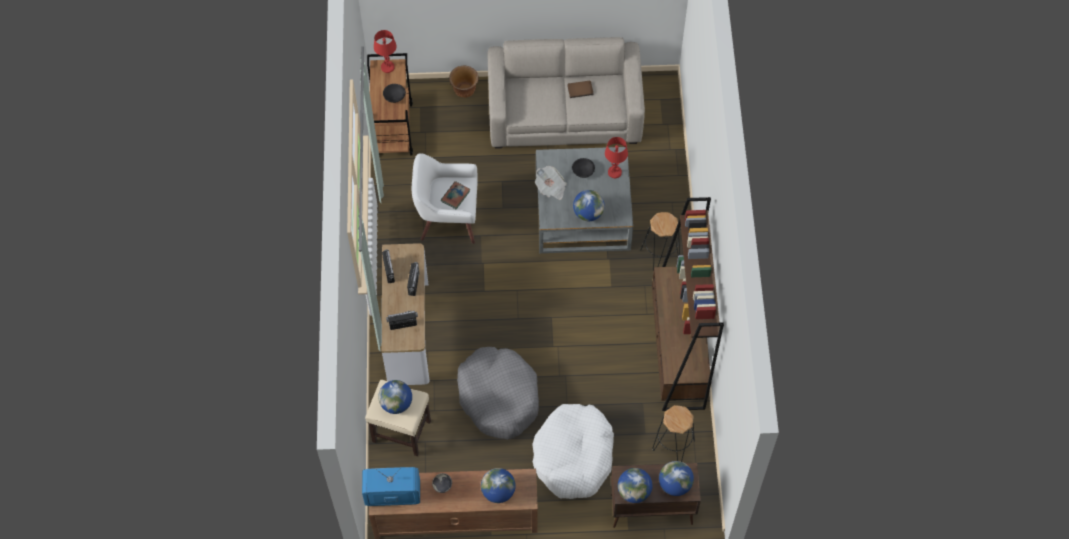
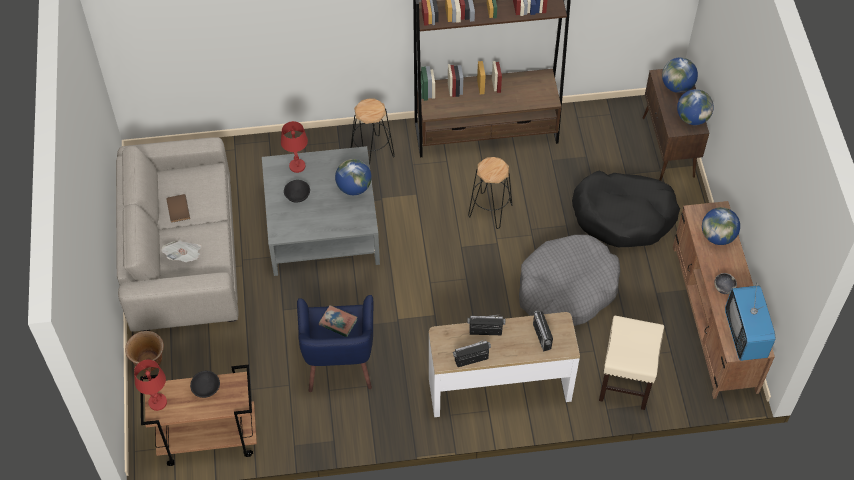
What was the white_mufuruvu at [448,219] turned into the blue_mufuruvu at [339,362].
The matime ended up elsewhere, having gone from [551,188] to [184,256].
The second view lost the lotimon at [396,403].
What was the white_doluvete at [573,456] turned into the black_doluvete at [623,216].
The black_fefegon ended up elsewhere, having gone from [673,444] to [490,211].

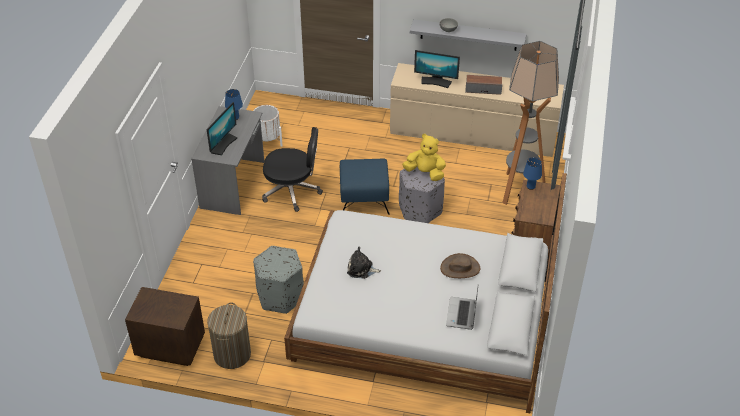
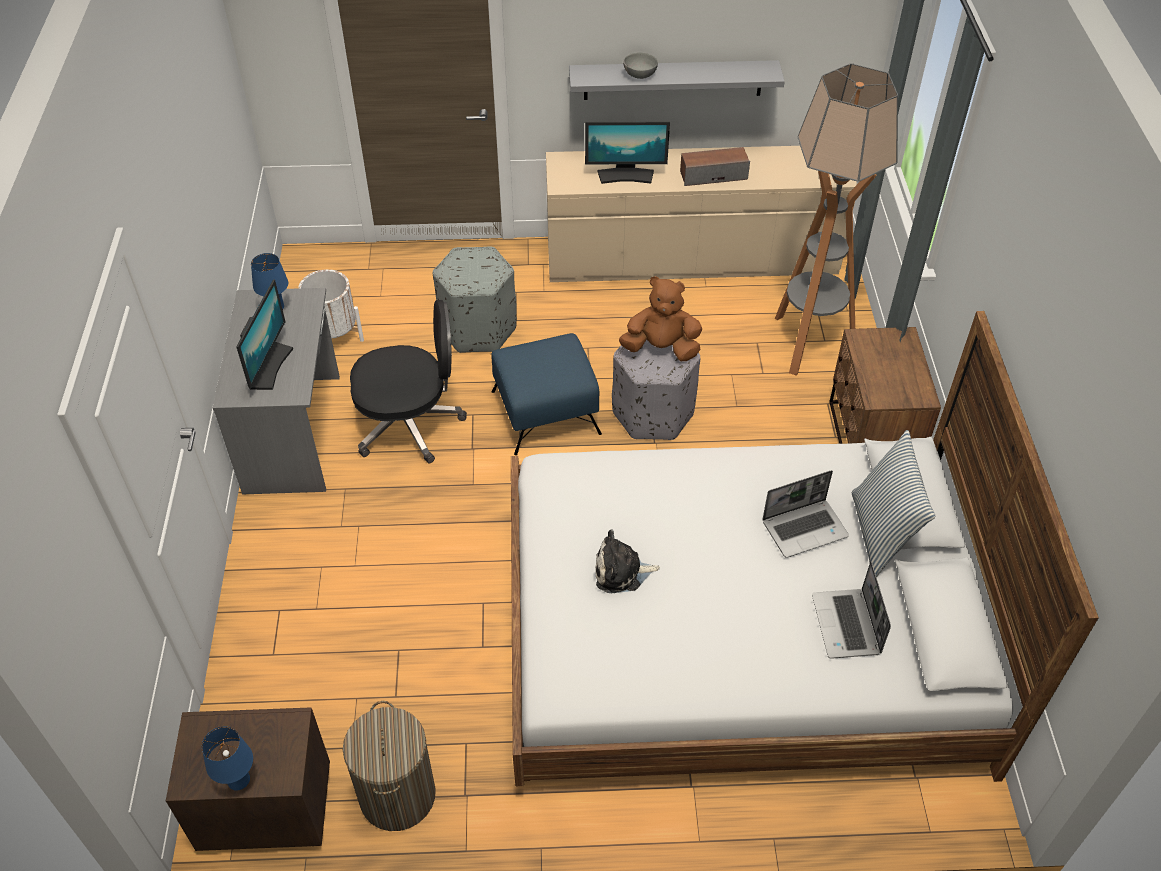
What was the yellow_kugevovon at [425,173] turned into the brown_kugevovon at [661,348].
The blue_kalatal ended up elsewhere, having gone from [530,187] to [239,782].
The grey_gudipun ended up elsewhere, having gone from [280,296] to [478,329].
Where the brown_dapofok stood at [460,268], the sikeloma came to stand at [805,528].
The second view gained the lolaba at [881,534].

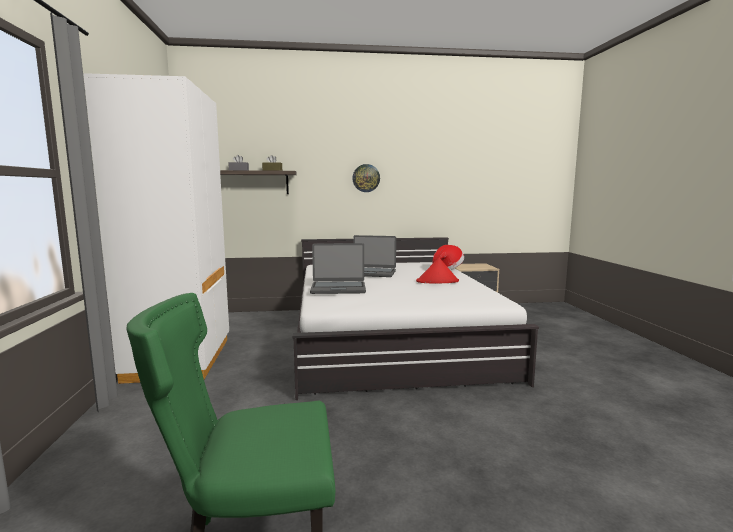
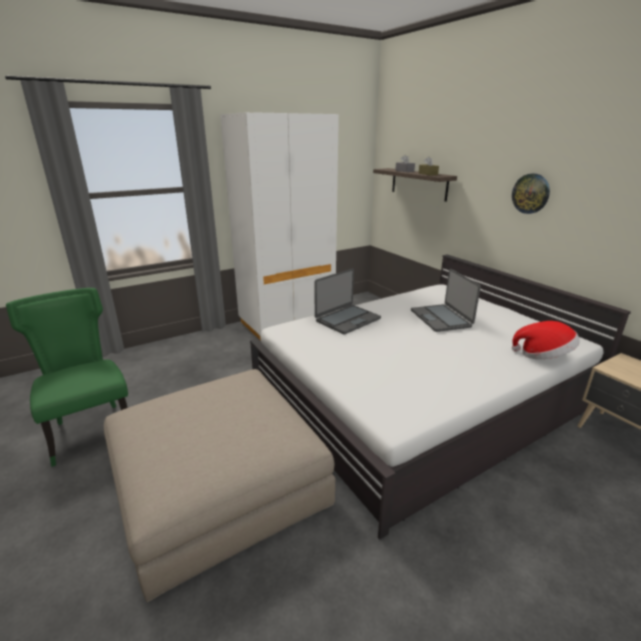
The sikeloma at [338,288] ended up facing another way, 105 degrees counterclockwise from before.
The second view lost the red_dapofok at [437,281].
The second view gained the beige_gudipun at [218,481].

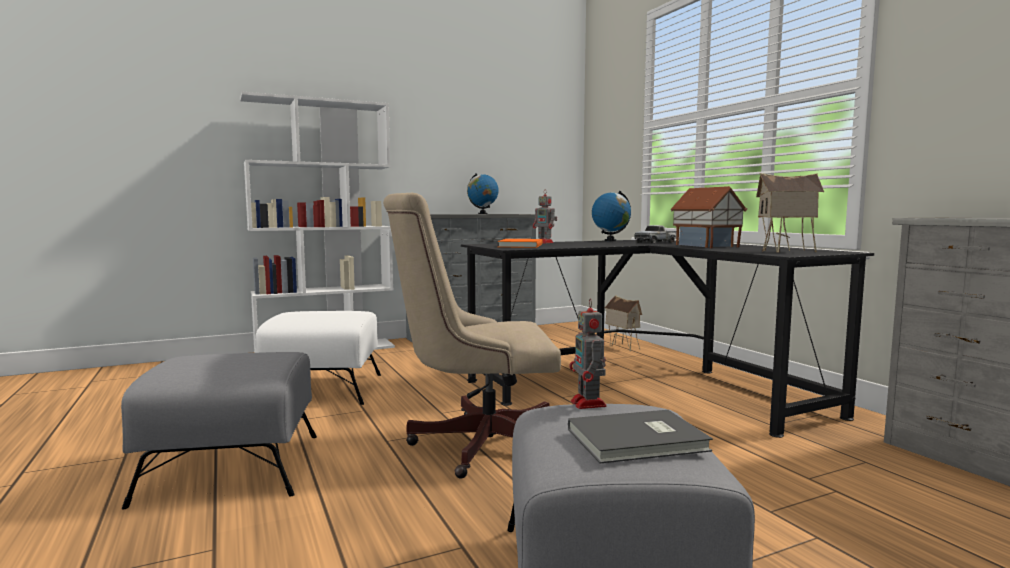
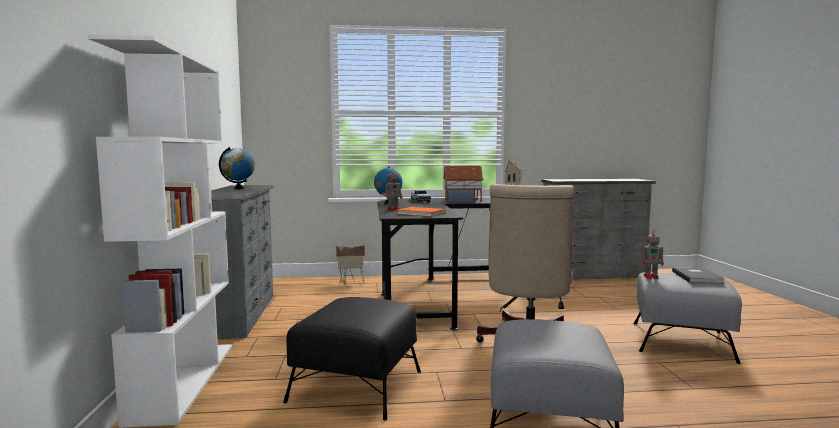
What was the white_gudipun at [323,389] turned into the black_gudipun at [357,385].

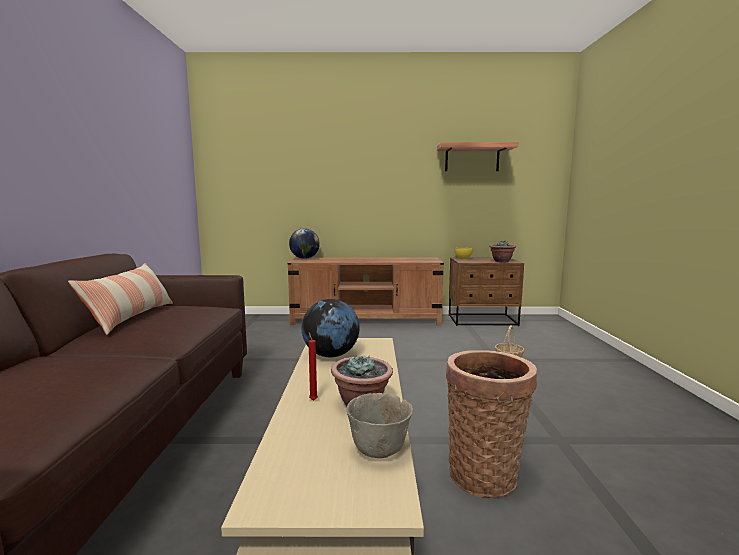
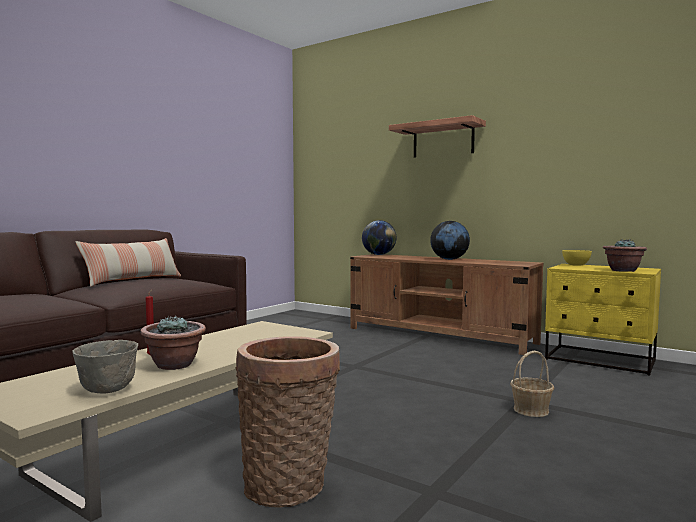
The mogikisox ended up elsewhere, having gone from [472,158] to [443,140].
What was the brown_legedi at [483,320] turned into the yellow_legedi at [600,360].
The lotimon ended up elsewhere, having gone from [331,355] to [449,259].

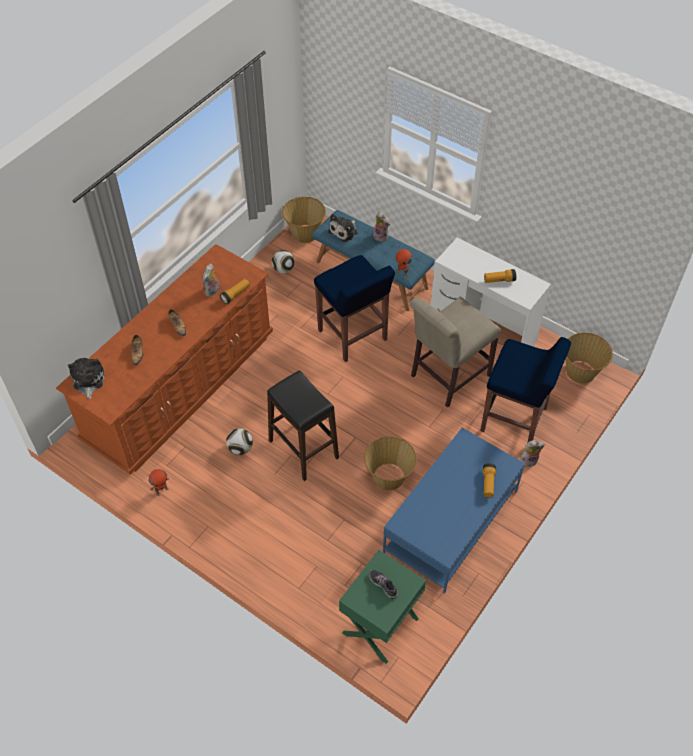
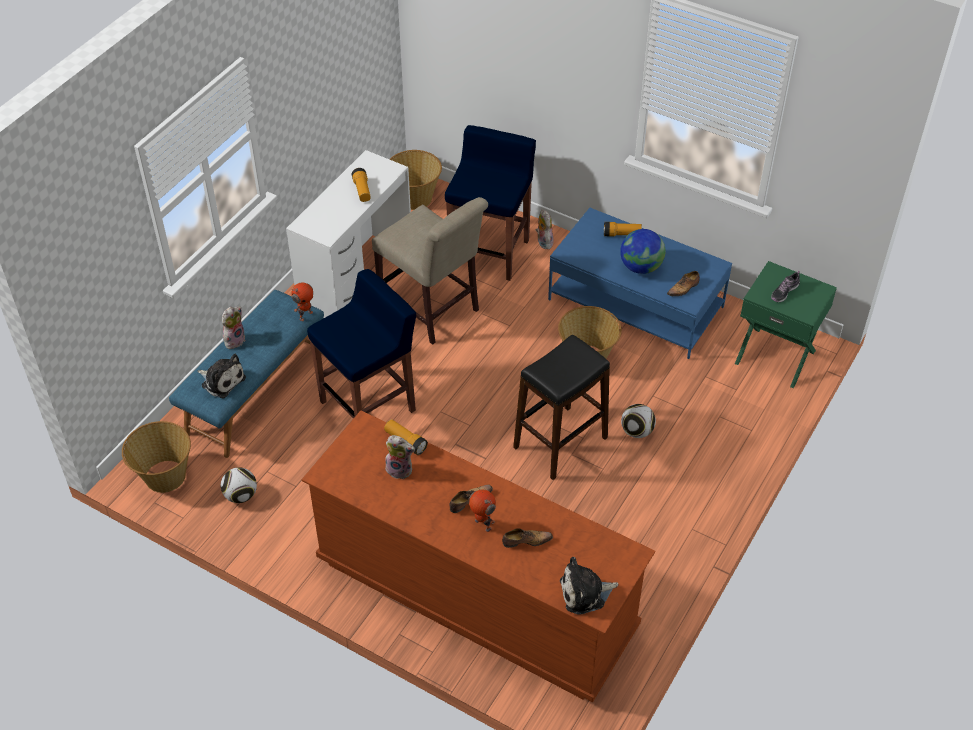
The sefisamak ended up elsewhere, having gone from [240,448] to [637,431].
The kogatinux ended up elsewhere, having gone from [161,490] to [482,525].
The second view gained the lotimon at [641,267].
The second view gained the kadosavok at [683,288].

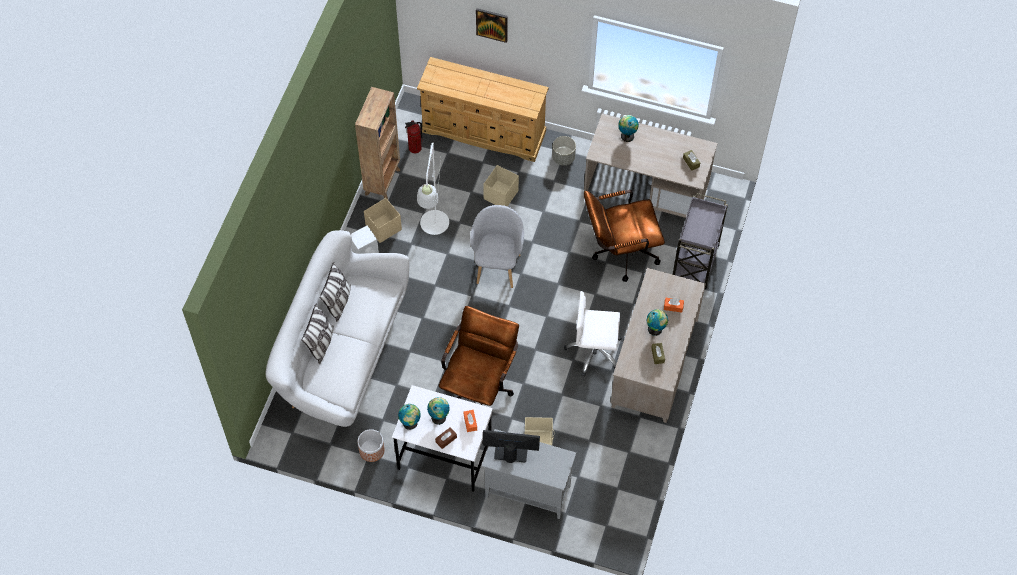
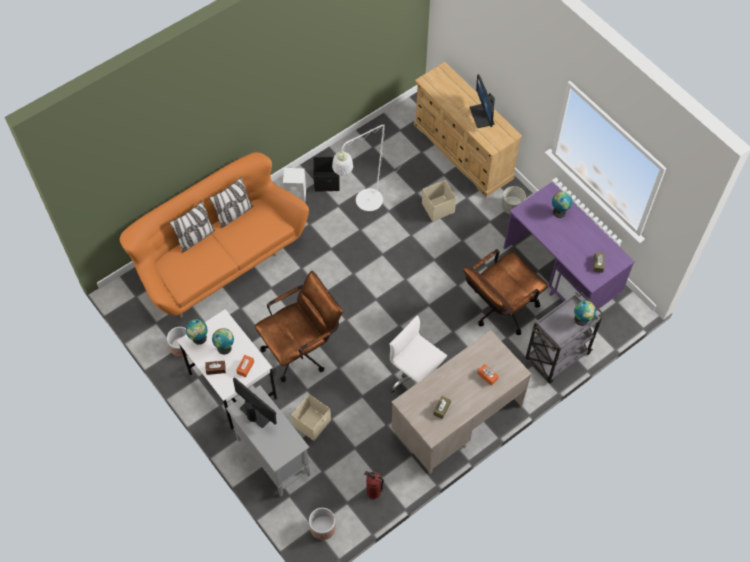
The second view lost the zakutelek at [492,24].
The second view lost the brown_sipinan at [383,181].
What was the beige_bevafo at [647,190] turned into the purple_bevafo at [561,273].
The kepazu ended up elsewhere, having gone from [415,148] to [373,492].
The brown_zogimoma at [619,253] ended up facing another way, 60 degrees counterclockwise from before.
What was the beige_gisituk at [384,228] turned into the black_gisituk at [327,182].
The second view lost the grey_mufuruvu at [497,267].
What was the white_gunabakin at [342,353] turned into the orange_gunabakin at [220,259].
The lotimon ended up elsewhere, having gone from [656,329] to [582,320].
The second view gained the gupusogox at [482,115].
The second view gained the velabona at [322,527].

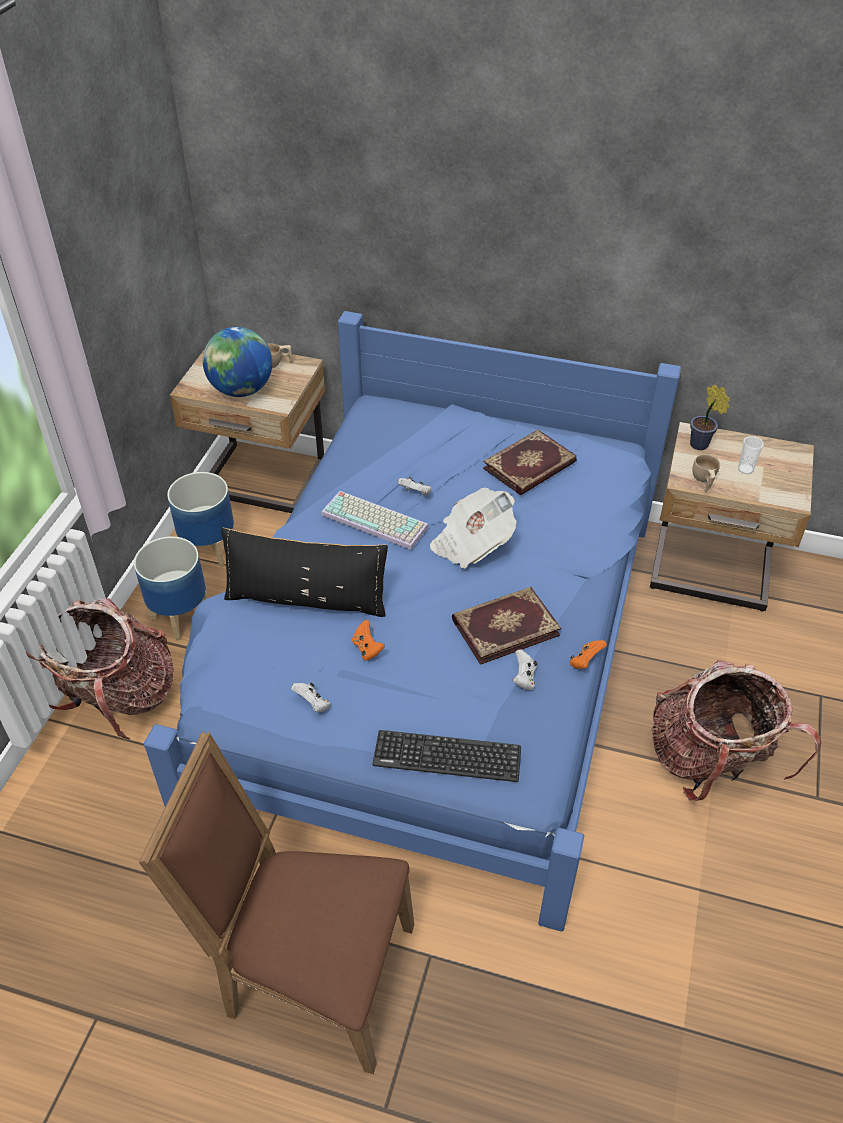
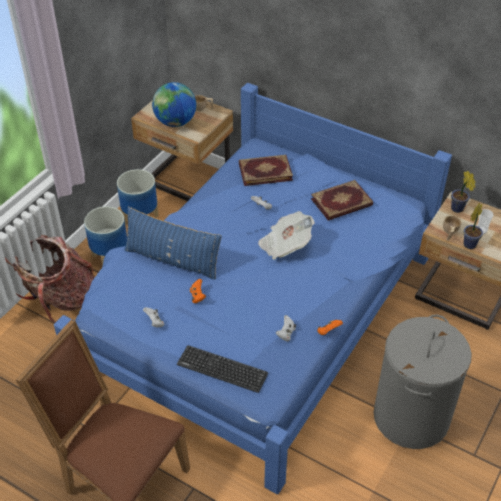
The second view lost the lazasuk at [376,520].
What was the black_lolaba at [306,599] turned into the blue_lolaba at [172,260].
The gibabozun ended up elsewhere, having gone from [504,626] to [265,171].
Where the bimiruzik stood at [710,762], the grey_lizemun came to stand at [411,417].
The second view gained the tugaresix at [470,243].

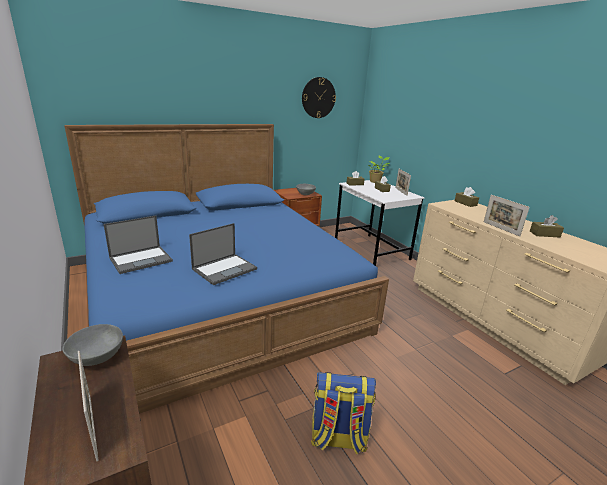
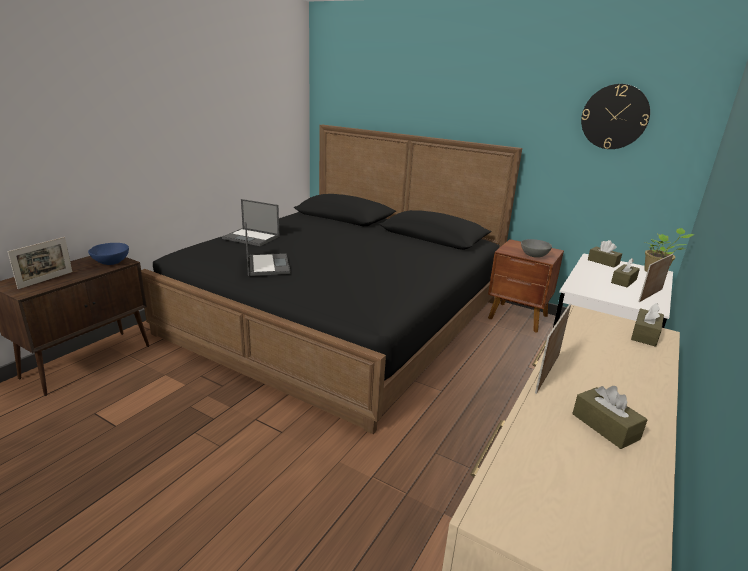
What was the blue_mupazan at [218,295] turned into the black_mupazan at [340,316].
The sikeloma at [225,269] ended up facing another way, 120 degrees counterclockwise from before.
What was the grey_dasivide at [97,357] turned into the blue_dasivide at [111,262].
The second view lost the bimiruzik at [338,438].

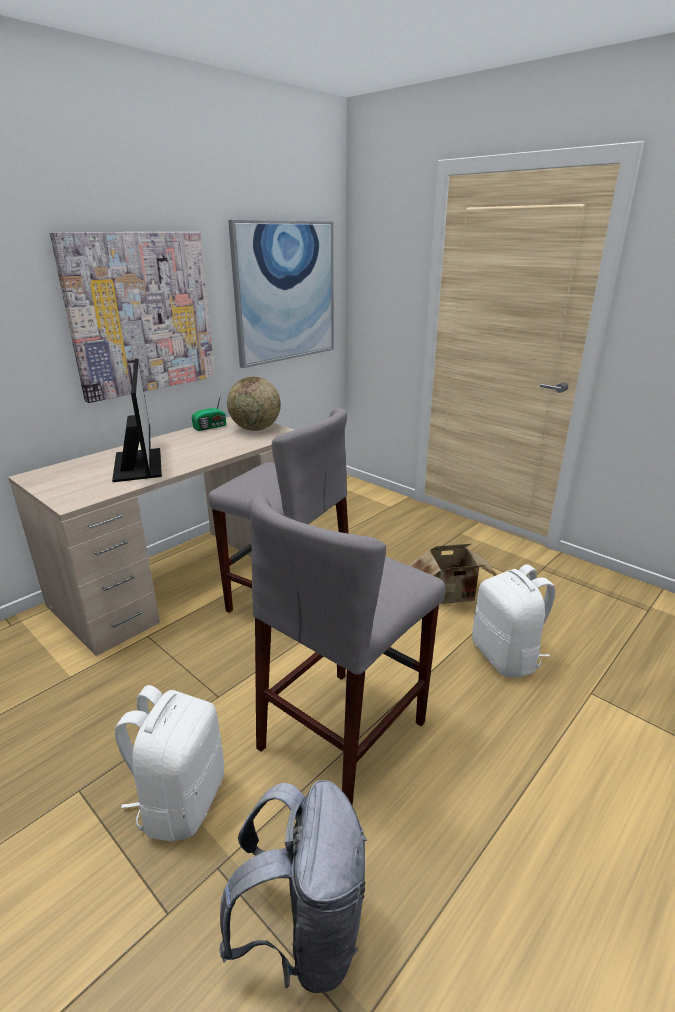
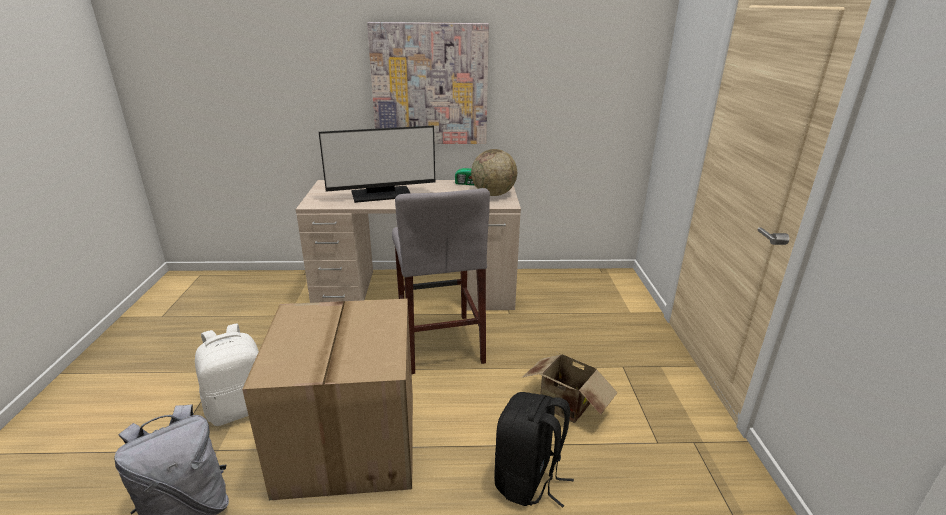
The second view lost the zakutelek at [285,292].
The gupusogox at [139,464] ended up facing another way, 45 degrees clockwise from before.
Where the grey_fefegon stood at [344,735], the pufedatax came to stand at [347,439].
What was the white_bimiruzik at [506,657] turned into the black_bimiruzik at [528,480].

